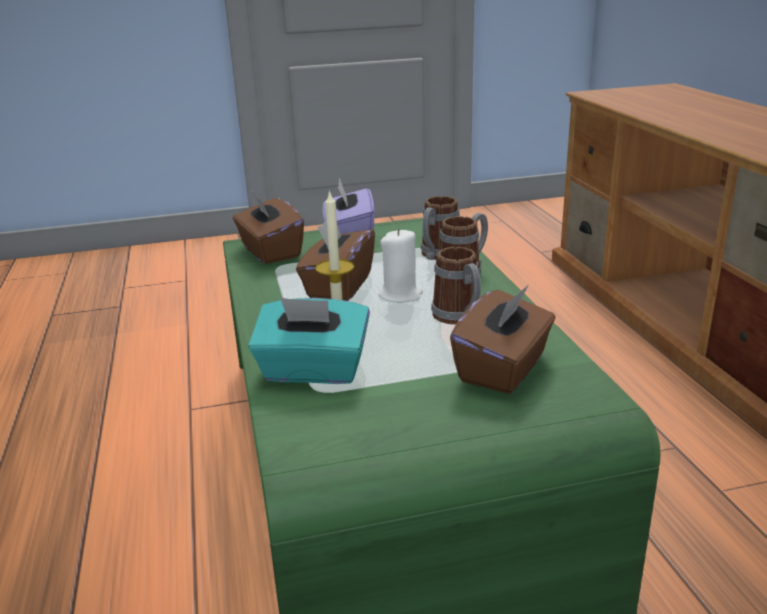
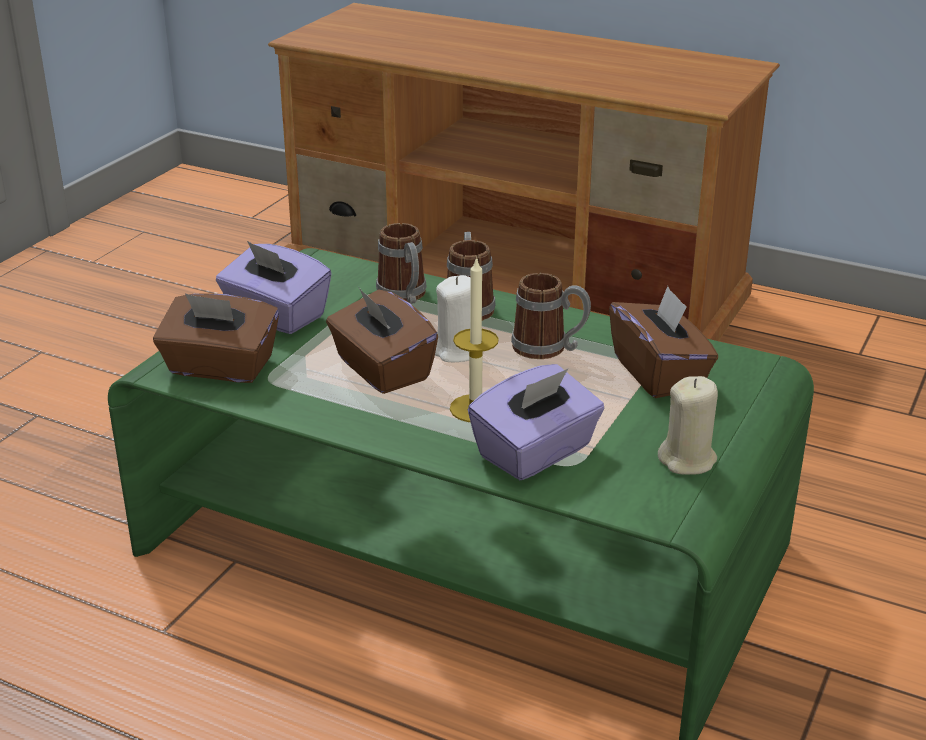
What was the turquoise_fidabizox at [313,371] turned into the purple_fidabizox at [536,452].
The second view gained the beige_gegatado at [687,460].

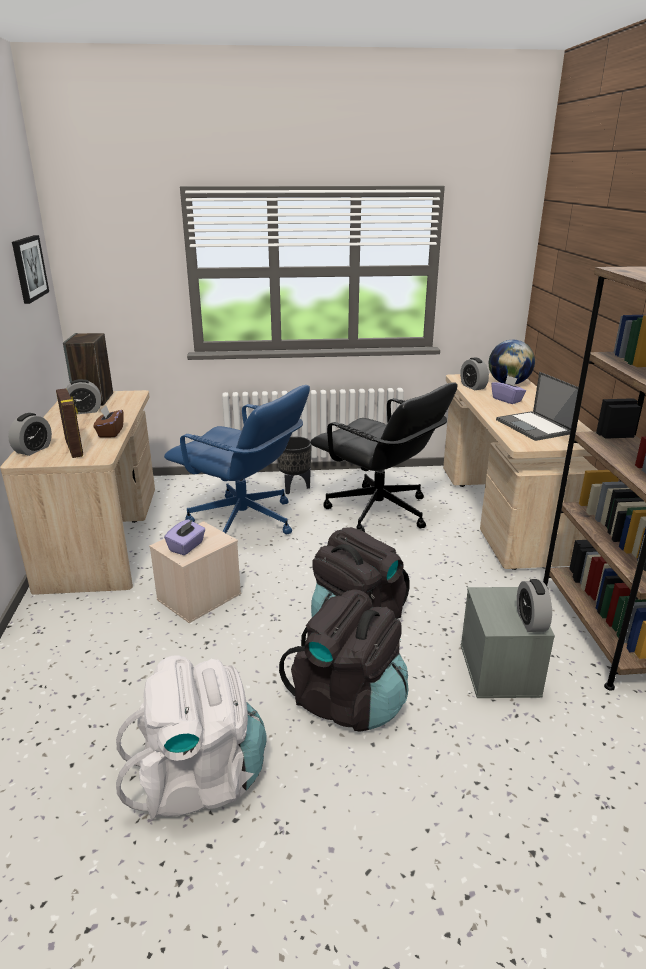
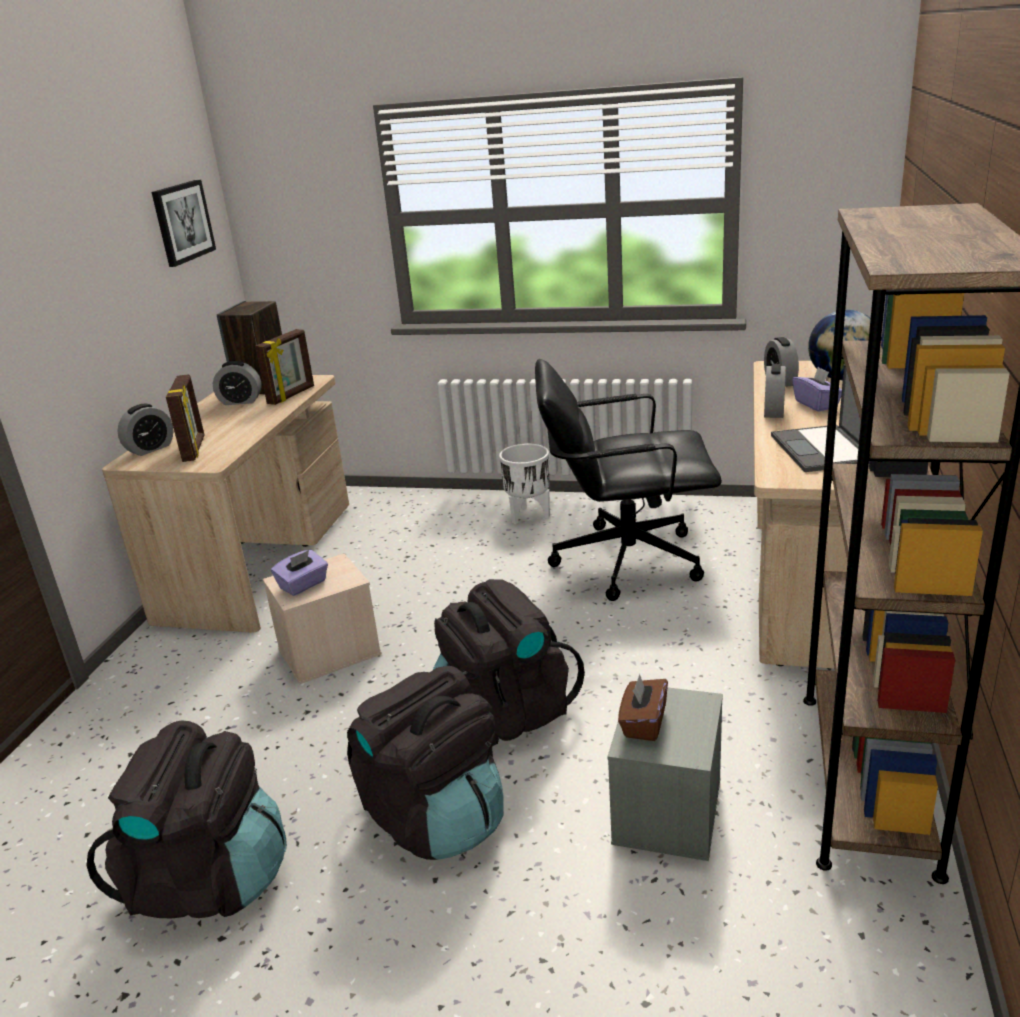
The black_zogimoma at [379,512] ended up facing another way, 120 degrees clockwise from before.
The second view lost the blue_zogimoma at [244,522].
The brown_fidabizox ended up elsewhere, having gone from [110,432] to [643,723].
What was the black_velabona at [294,487] turned into the white_velabona at [528,515].
The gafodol ended up elsewhere, having gone from [531,621] to [773,411].
What was the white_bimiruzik at [199,779] turned into the black_bimiruzik at [208,880].
The second view gained the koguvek at [292,395].

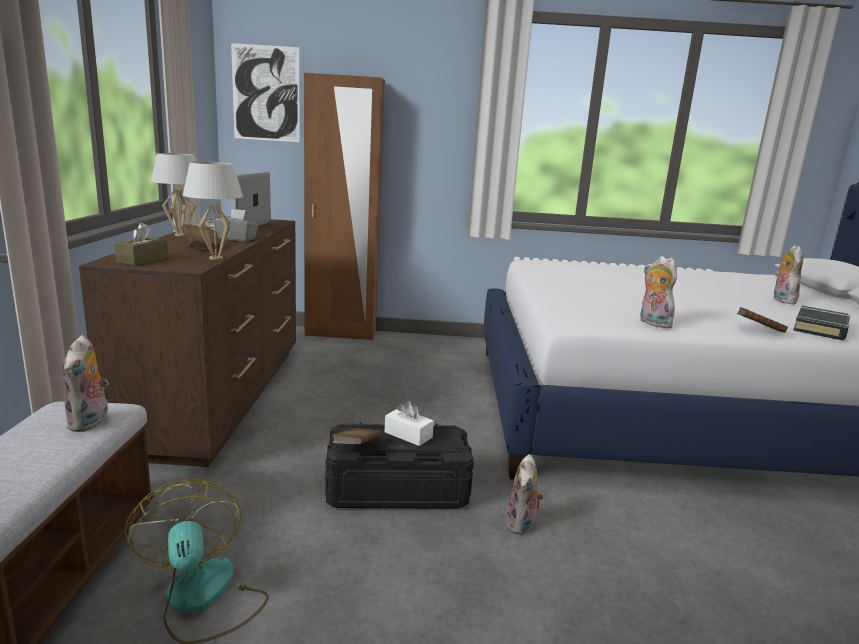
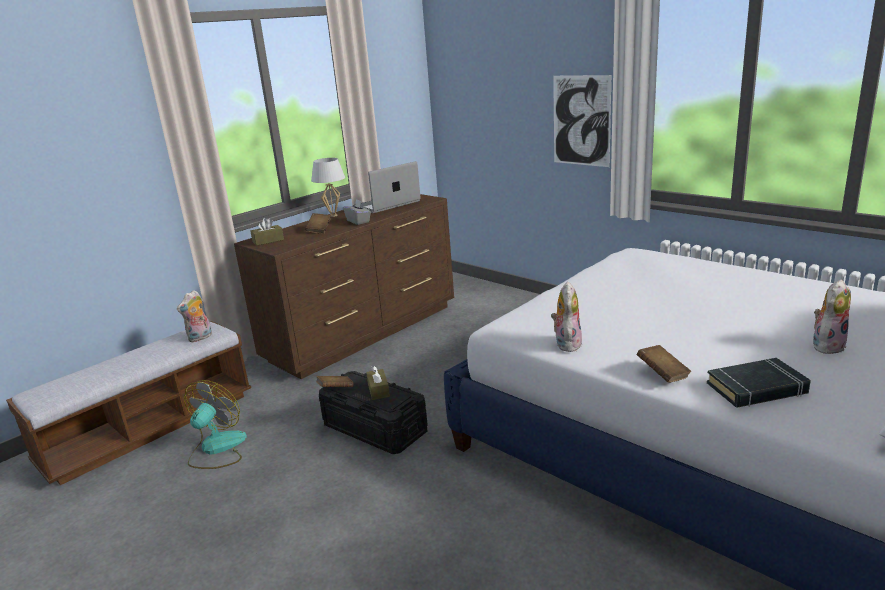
The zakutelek ended up elsewhere, having gone from [266,93] to [581,121].
The second view lost the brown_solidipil at [340,334].
The second view lost the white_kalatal at [216,258].
What was the white_fidabizox at [408,435] turned into the brown_fidabizox at [378,390].
The second view lost the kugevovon at [522,525].

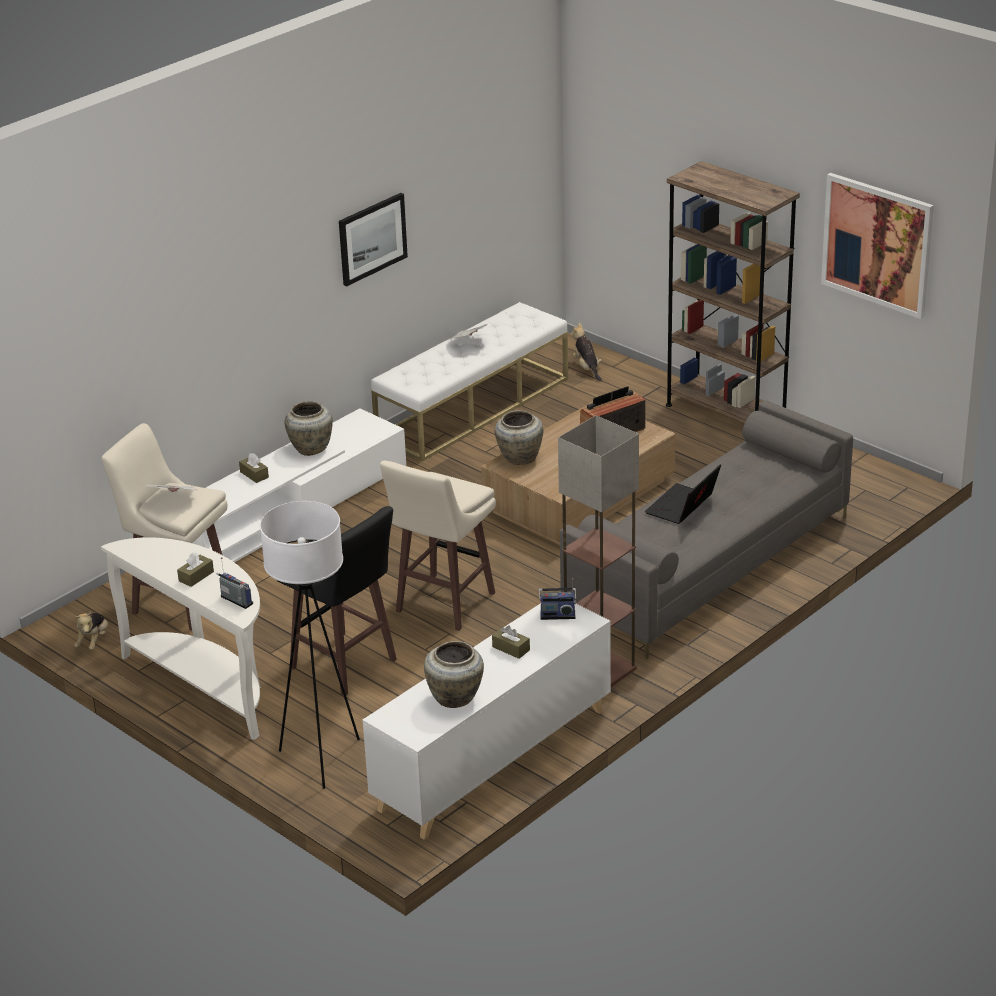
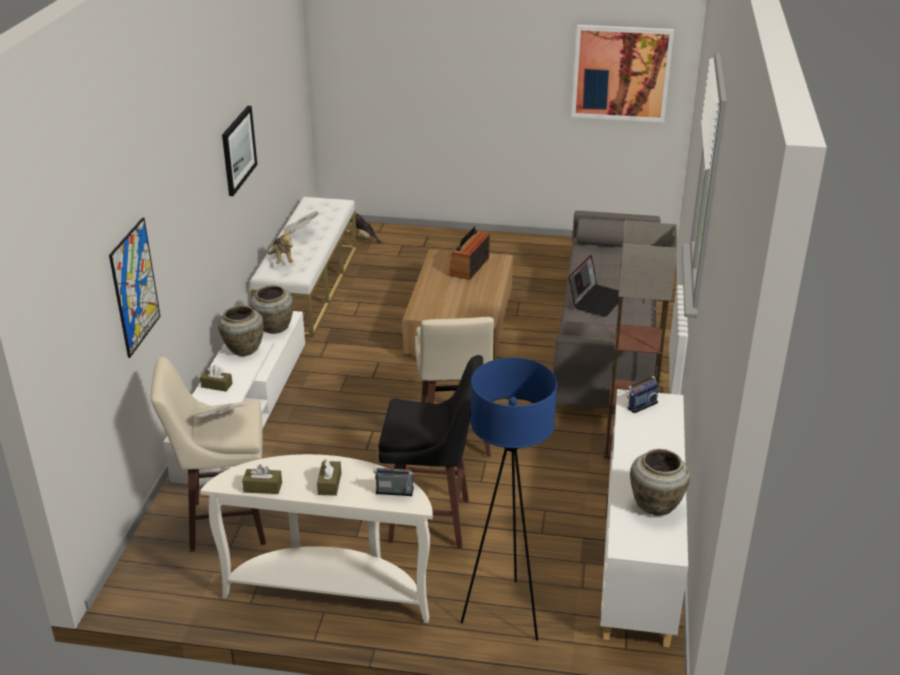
The second view lost the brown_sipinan at [725,414].
The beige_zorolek ended up elsewhere, having gone from [519,458] to [273,328].
The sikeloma at [682,507] ended up facing another way, 150 degrees counterclockwise from before.
What was the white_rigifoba at [322,759] turned into the blue_rigifoba at [505,613].
The kugevovon ended up elsewhere, having gone from [94,641] to [282,260].
The brown_fidabizox ended up elsewhere, having gone from [511,648] to [263,487].
The second view gained the zakutelek at [135,287].

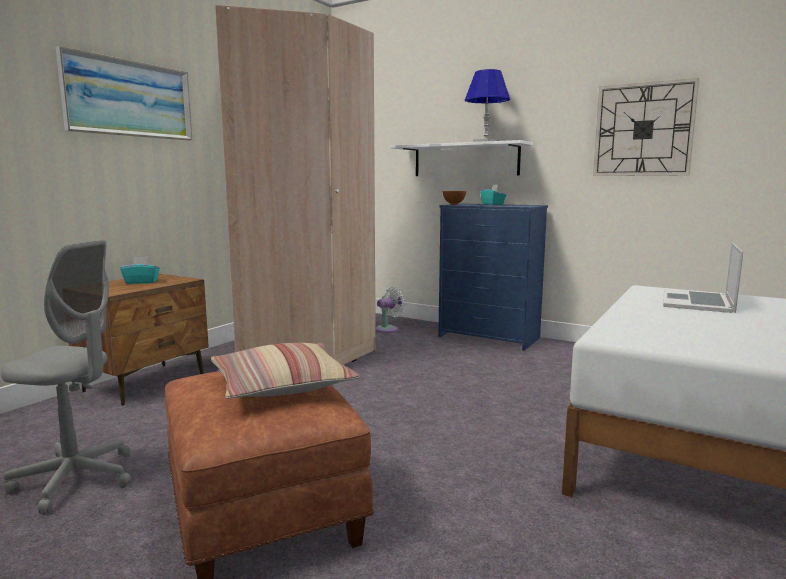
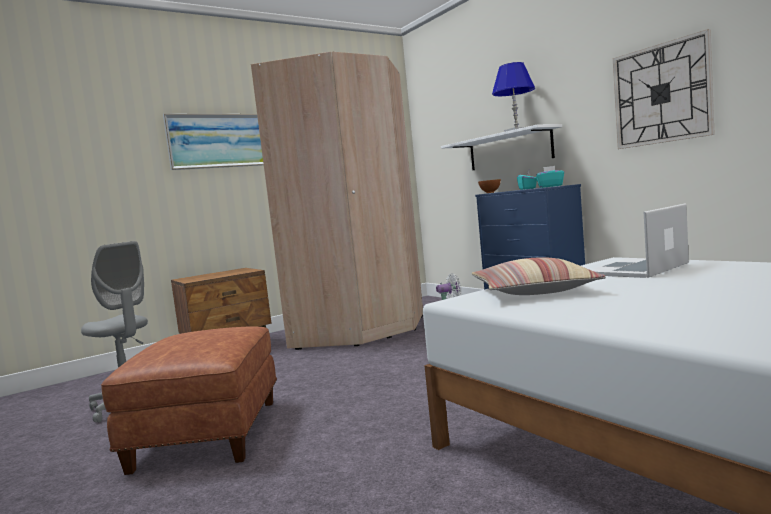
The turquoise_fidabizox ended up elsewhere, having gone from [141,282] to [550,186].
The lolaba ended up elsewhere, having gone from [282,385] to [533,291].

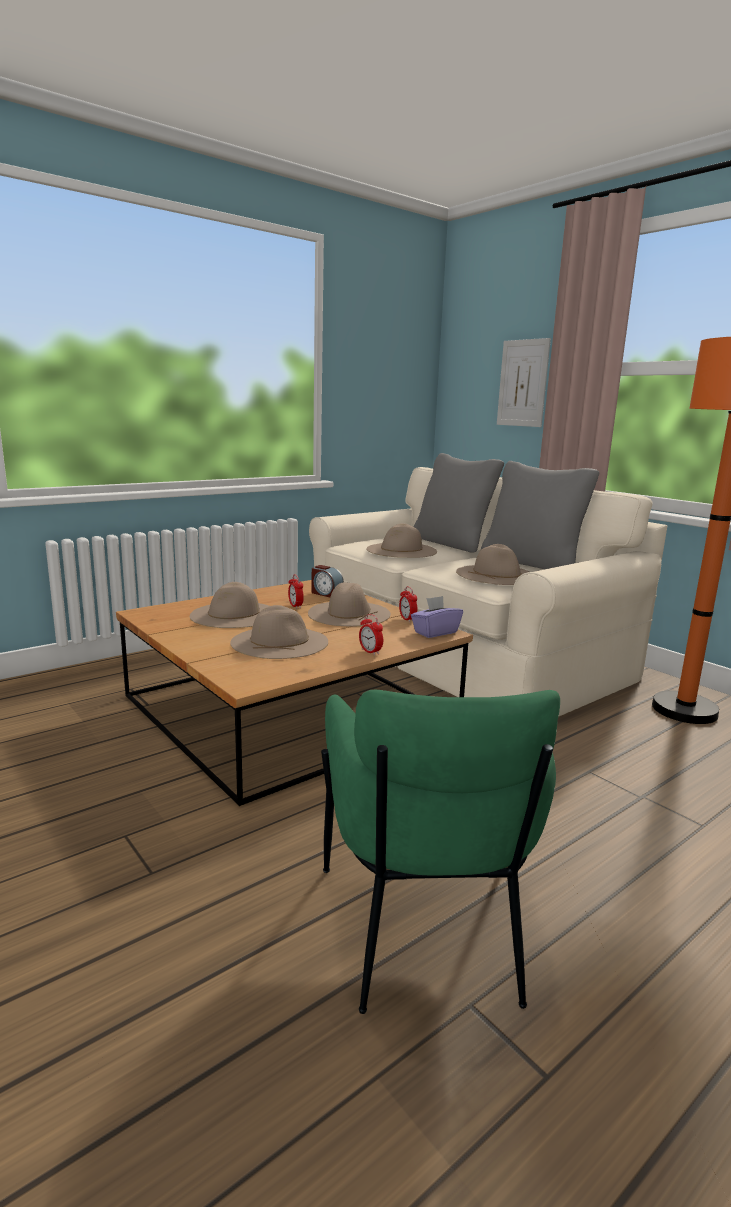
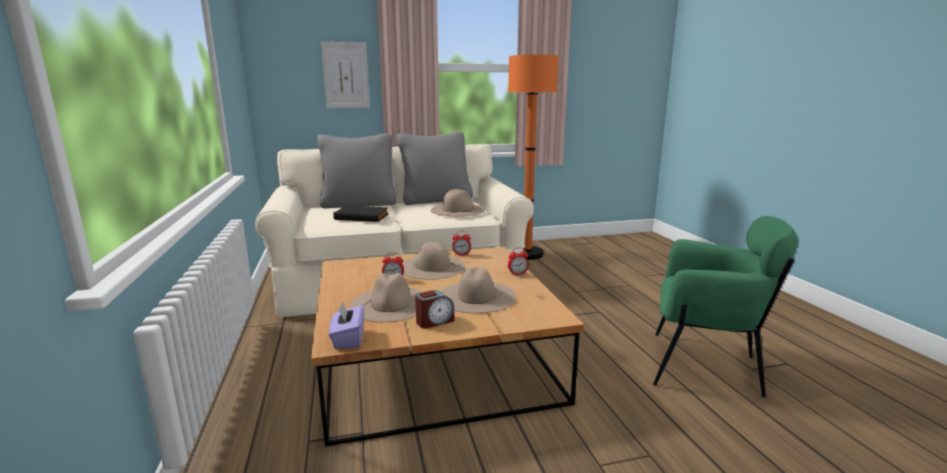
Where the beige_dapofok stood at [401,550], the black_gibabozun came to stand at [362,216].
The gafodol ended up elsewhere, having gone from [326,594] to [434,321].
The purple_fidabizox ended up elsewhere, having gone from [435,632] to [348,339].

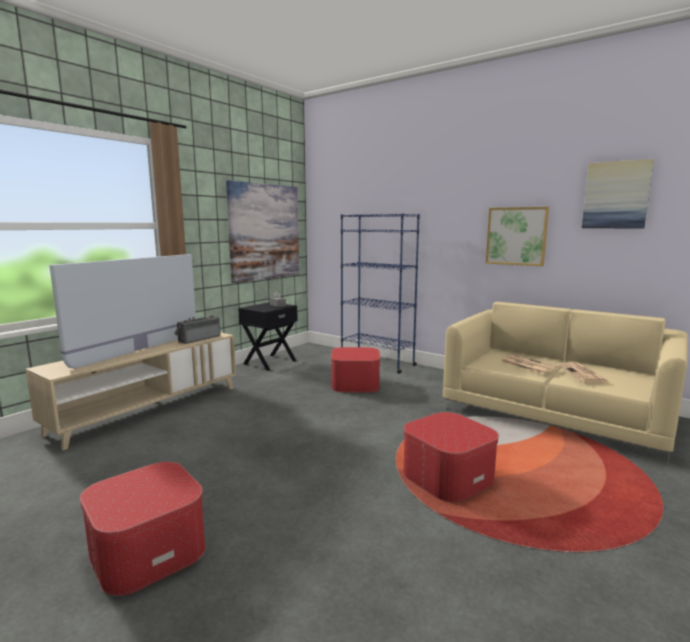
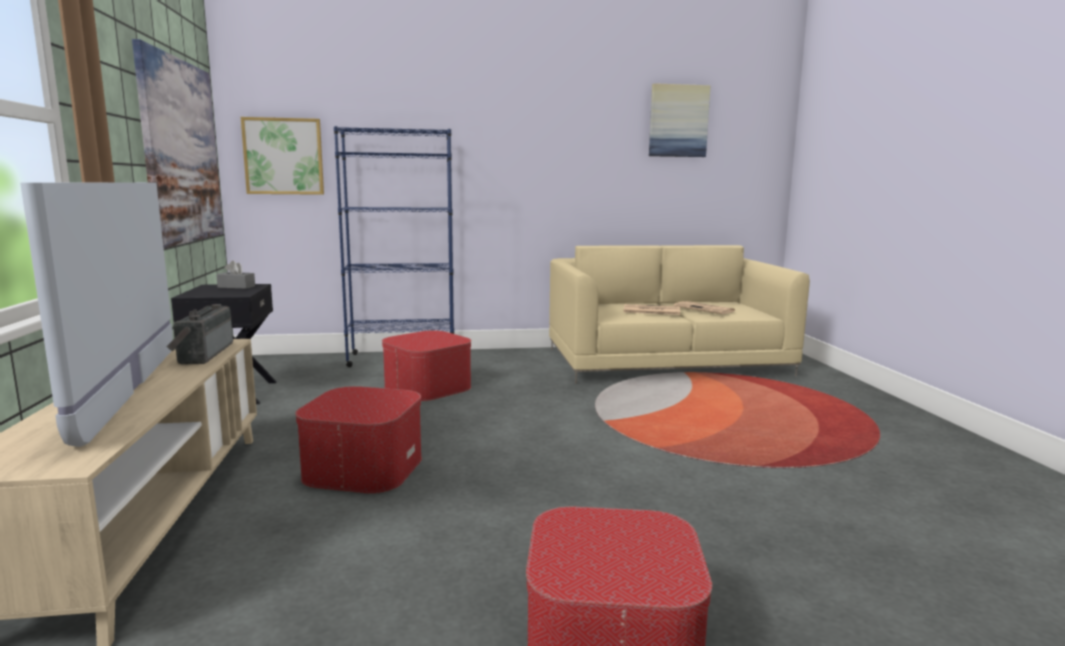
The zakutelek ended up elsewhere, having gone from [516,236] to [283,156].
The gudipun ended up elsewhere, having gone from [447,476] to [363,467].

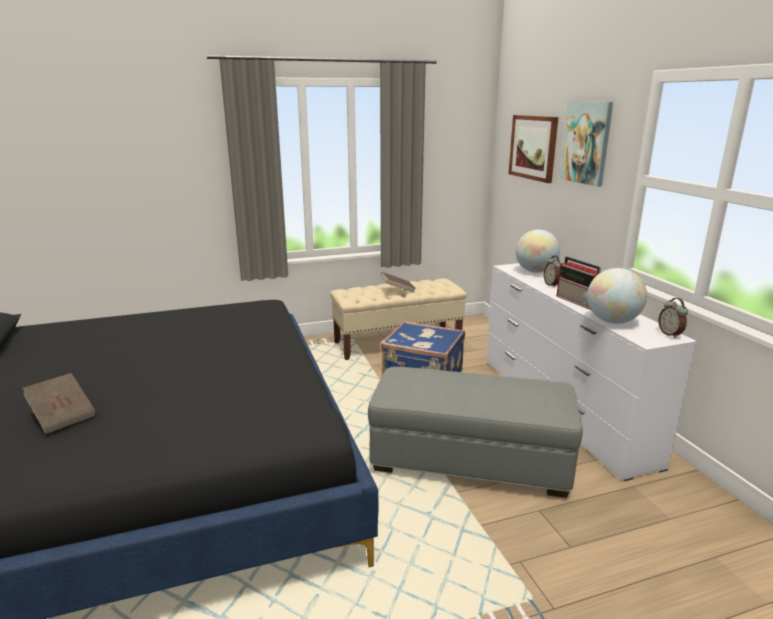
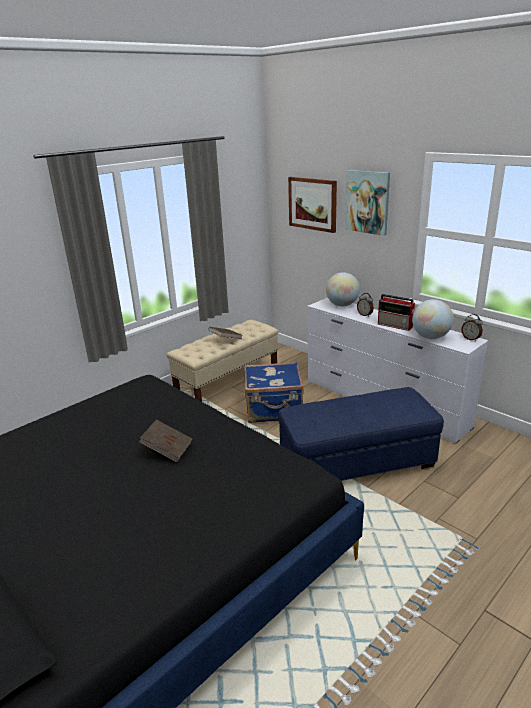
What was the grey_gudipun at [470,460] turned into the blue_gudipun at [356,461].
The brown_gibabozun ended up elsewhere, having gone from [63,415] to [167,449].

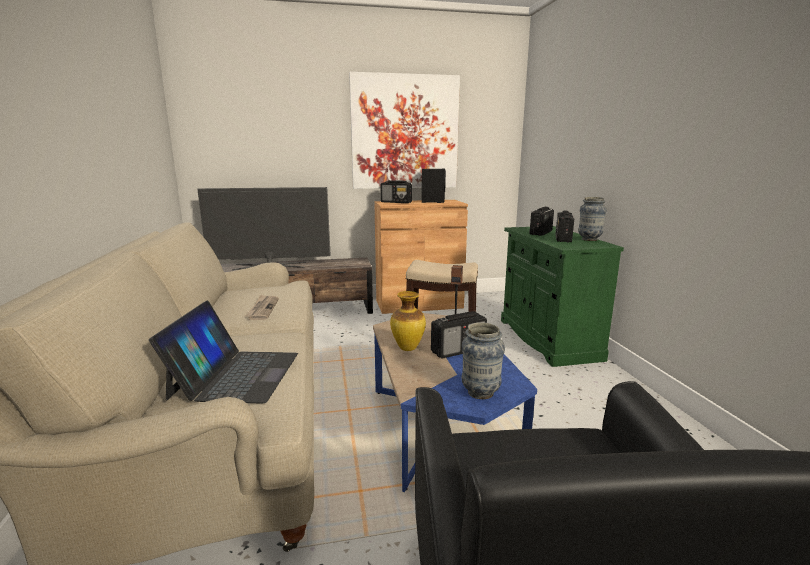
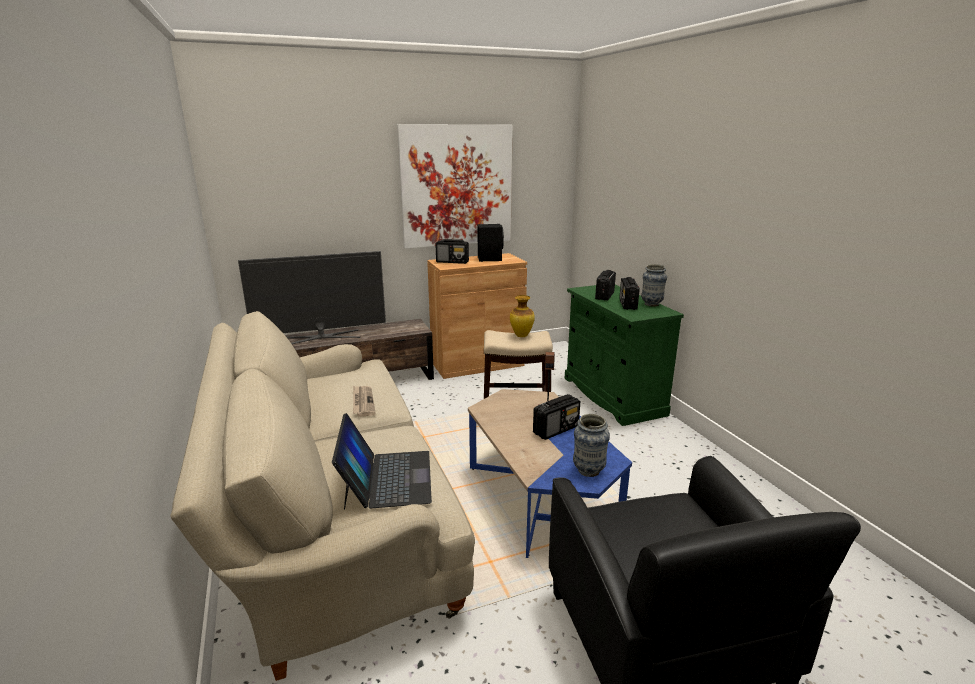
The zorolek ended up elsewhere, having gone from [408,348] to [522,335].

